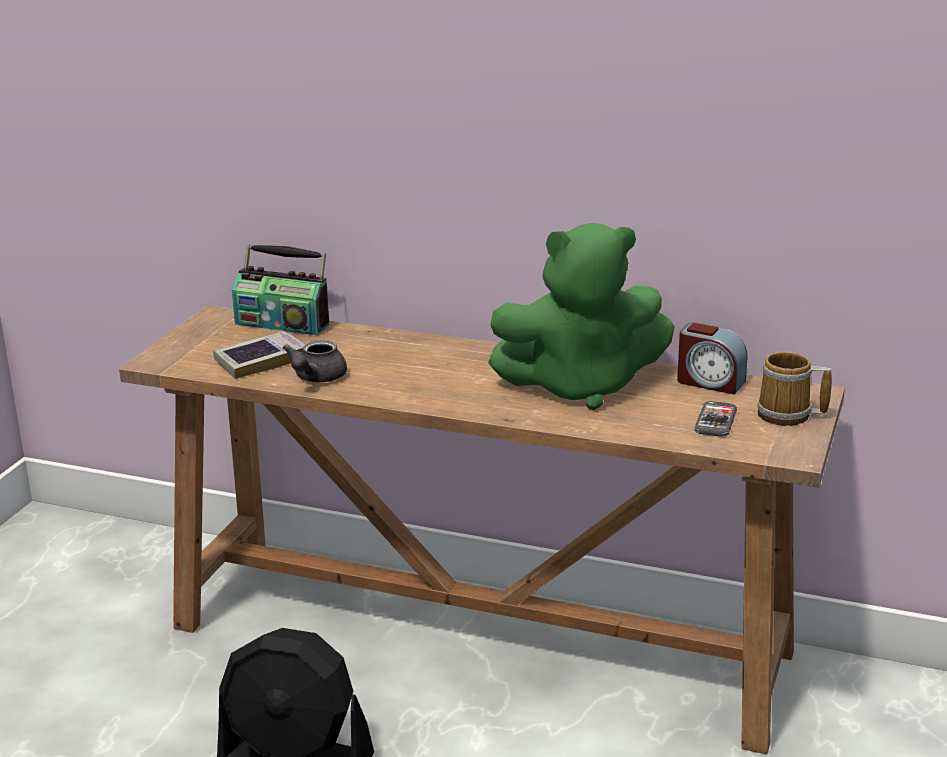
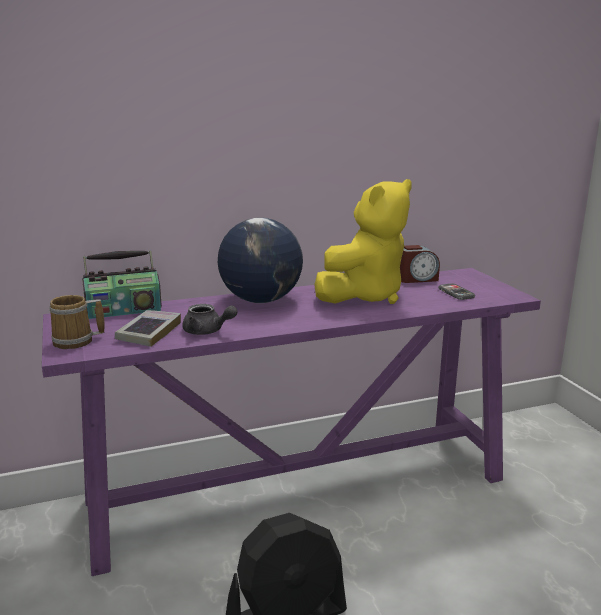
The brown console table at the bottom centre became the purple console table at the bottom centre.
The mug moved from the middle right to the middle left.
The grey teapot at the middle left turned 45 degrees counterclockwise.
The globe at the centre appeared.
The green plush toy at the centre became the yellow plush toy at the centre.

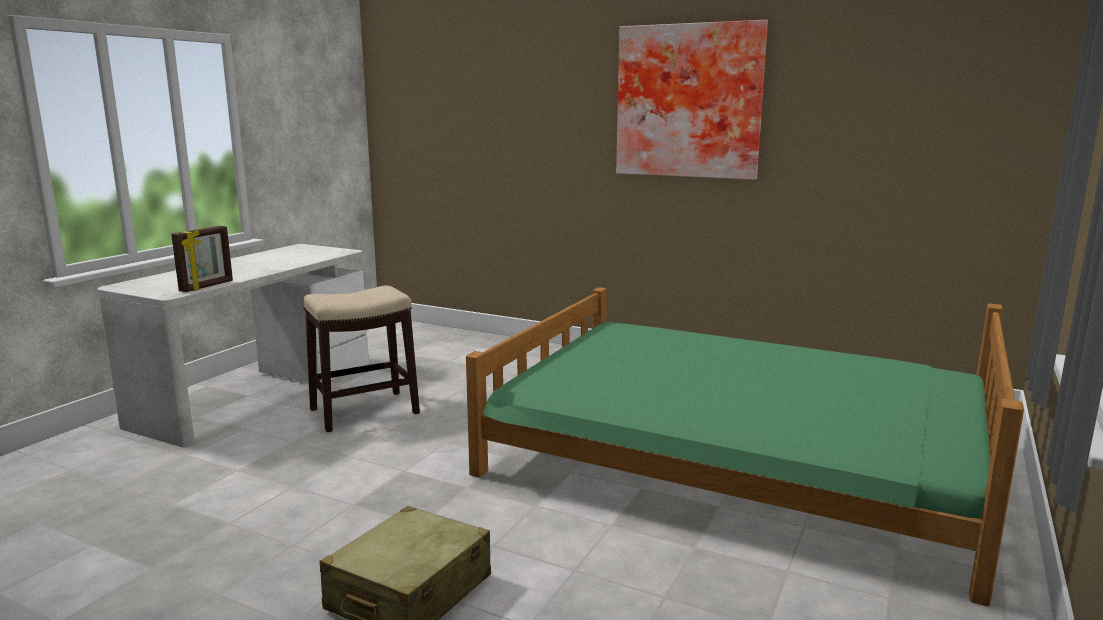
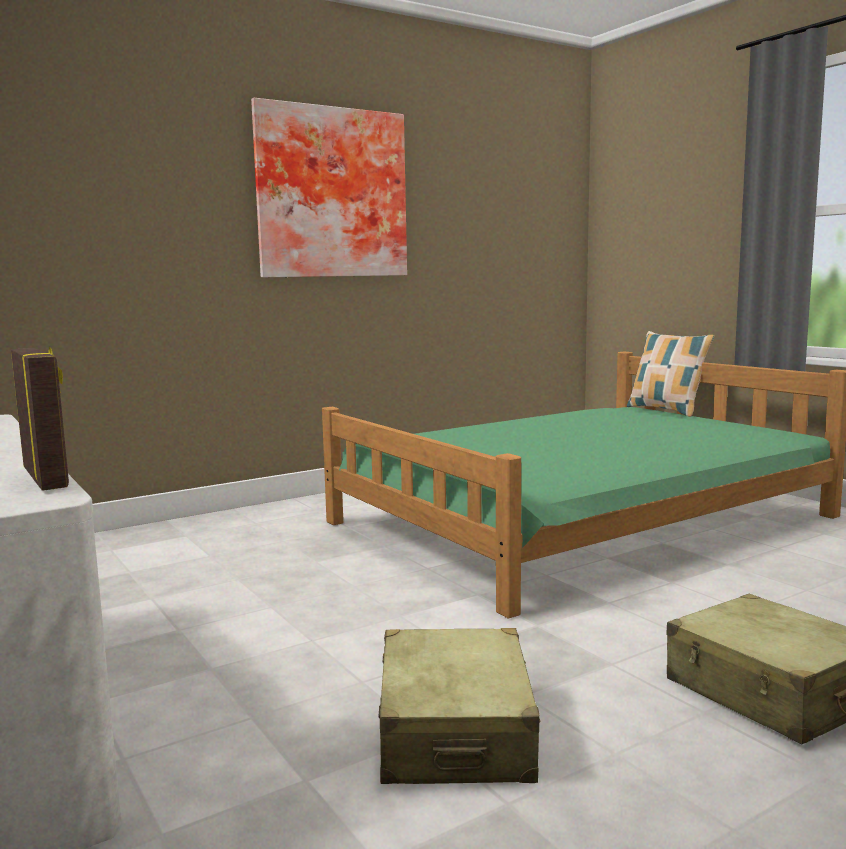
The beige suitcase (1st from left) at the bottom centre appeared.
The pillow at the middle right appeared.
The stool at the middle left disappeared.

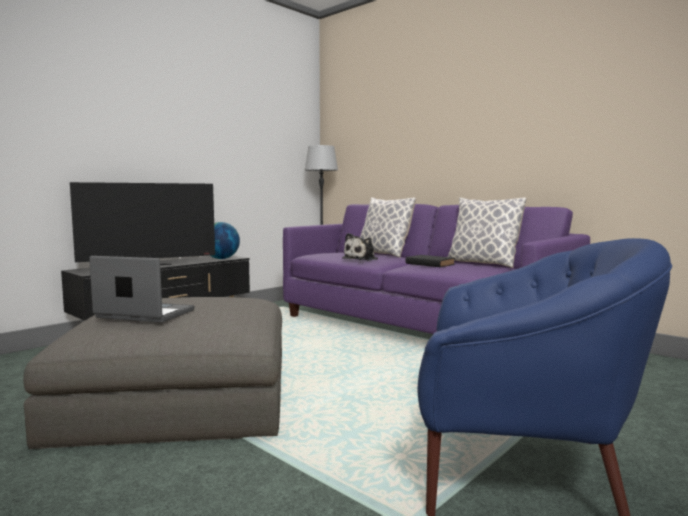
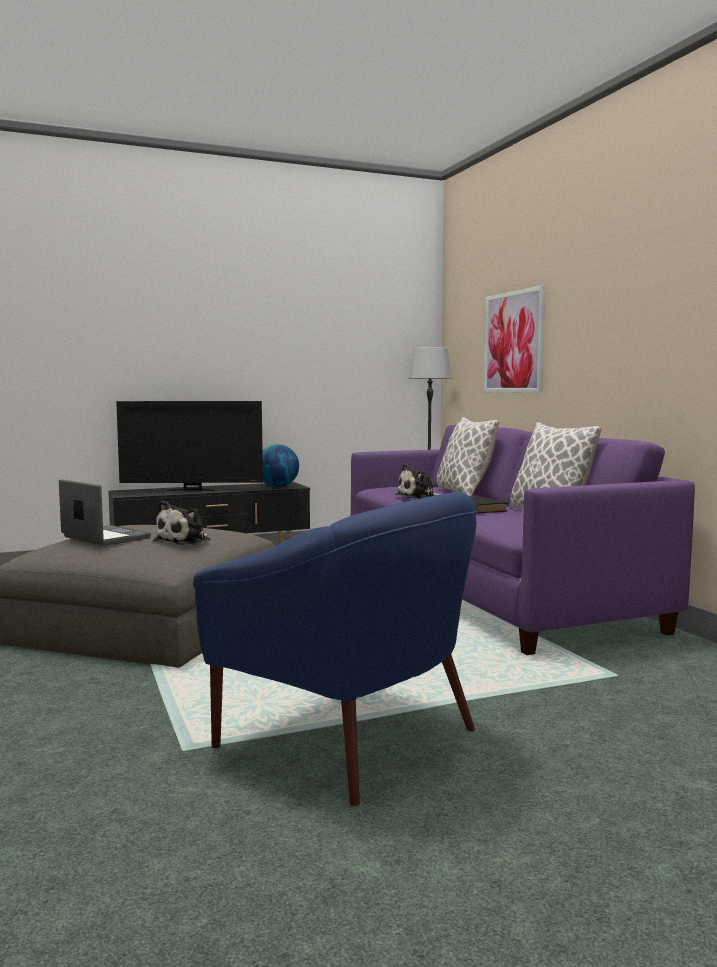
The plush toy (1st from left) at the middle left appeared.
The picture at the middle right appeared.

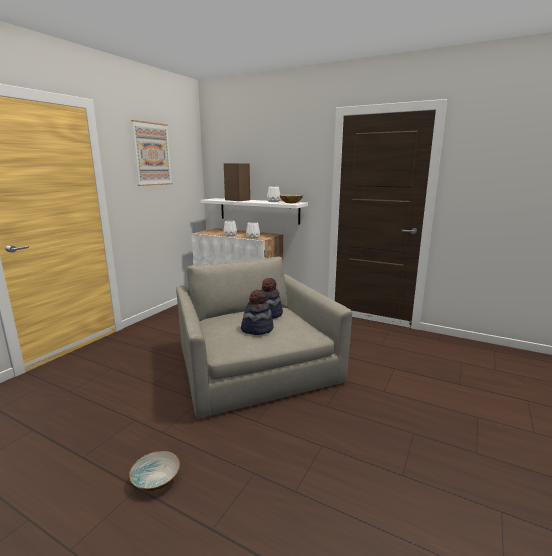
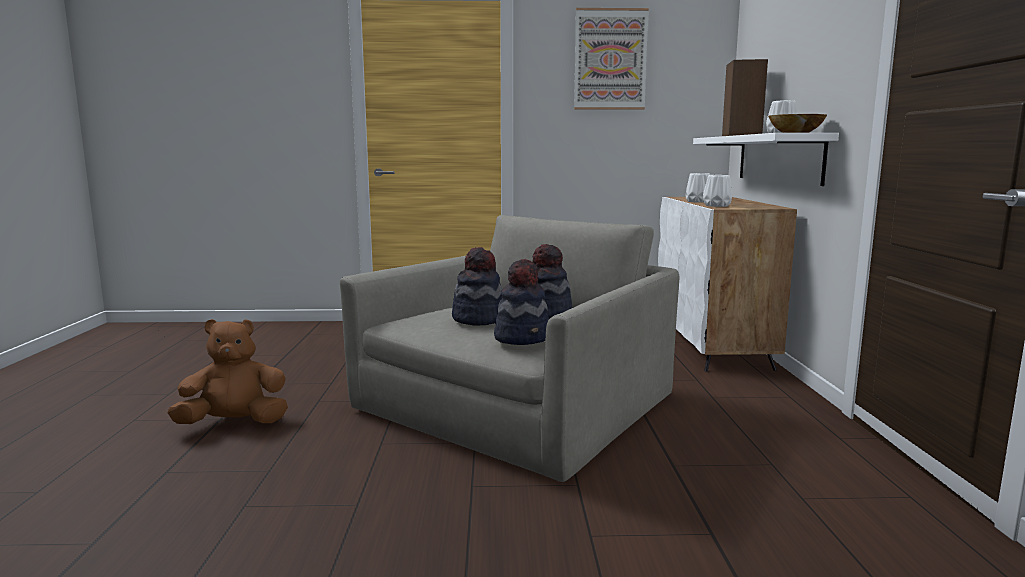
The bowl (1st from left) at the bottom left was replaced by the brown plush toy at the middle left.
The hat (2nd from left) at the centre appeared.

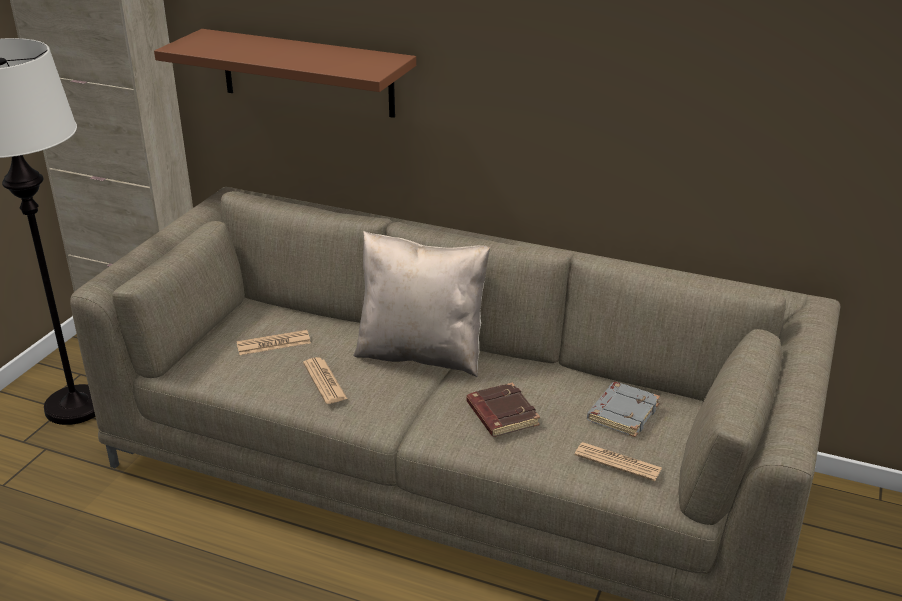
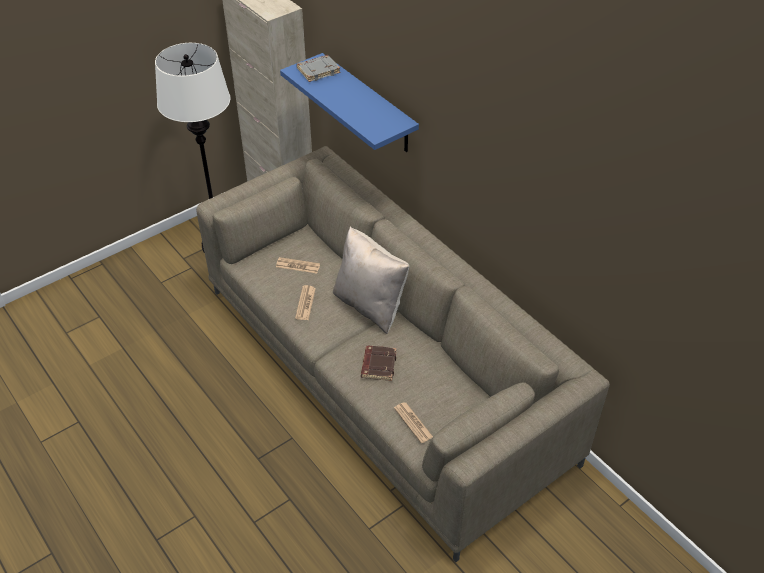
The brown shelf at the top left became the blue shelf at the top centre.
The grey book moved from the bottom right to the top centre.

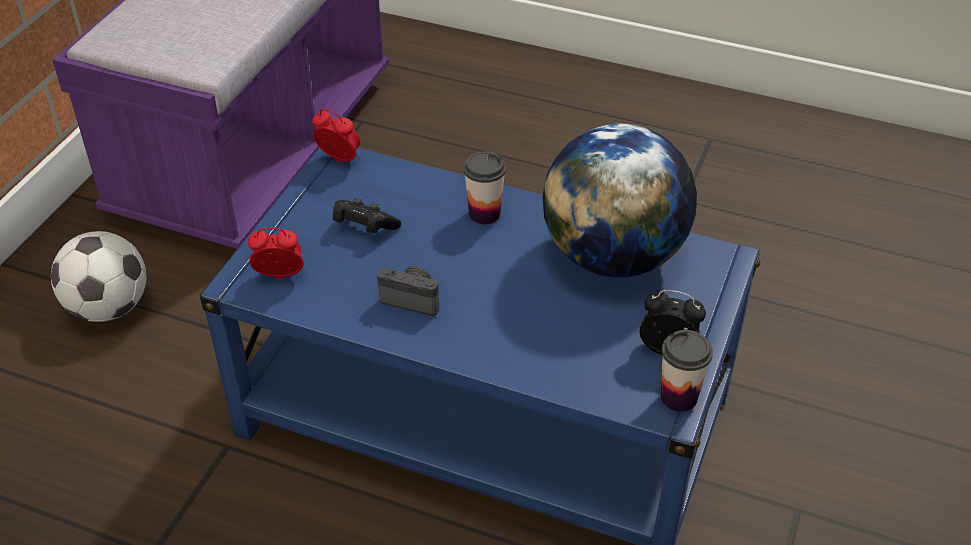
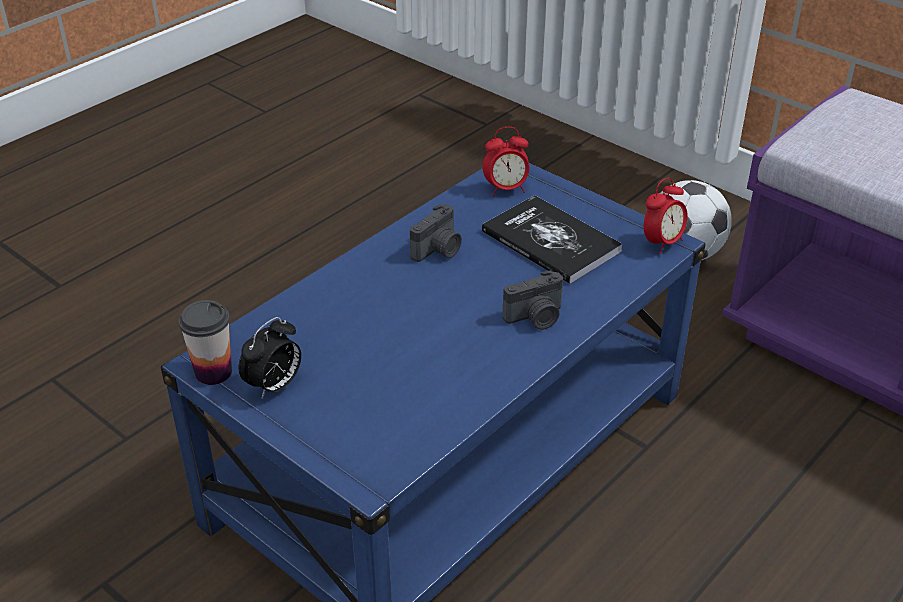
The black game controller at the centre was replaced by the book at the centre.
The alarm clock (1st from left in the first image) at the middle left turned 60 degrees clockwise.
The cup (1st from left) at the centre was replaced by the photo camera (2nd from left) at the centre.
The globe at the centre disappeared.

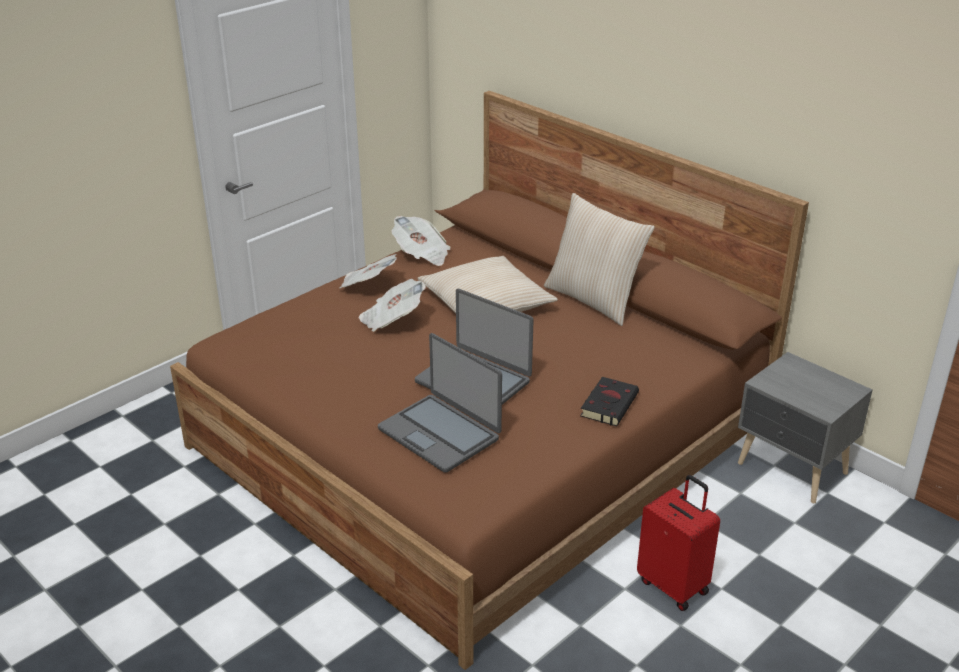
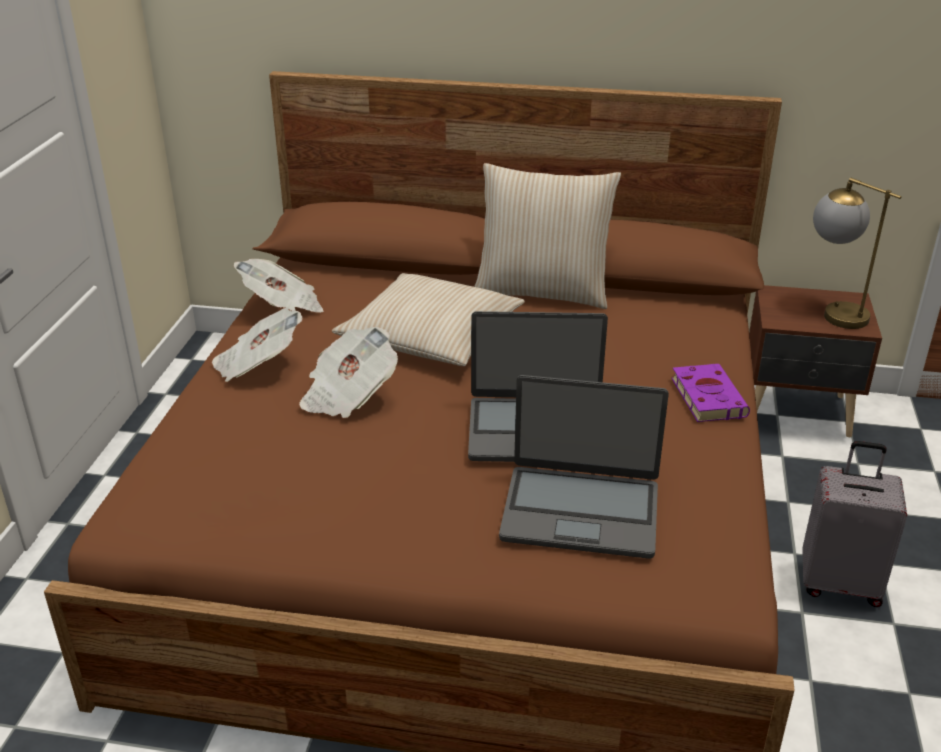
The black book at the centre became the purple book at the middle right.
The grey nightstand at the middle right became the brown nightstand at the middle right.
The red suitcase at the bottom right became the grey suitcase at the bottom right.
The table lamp at the middle right appeared.

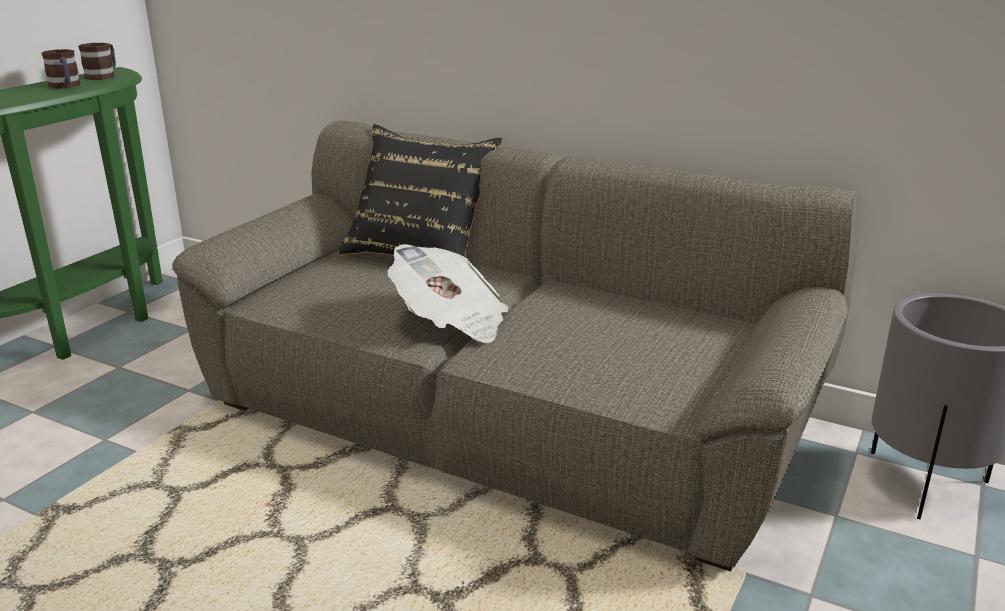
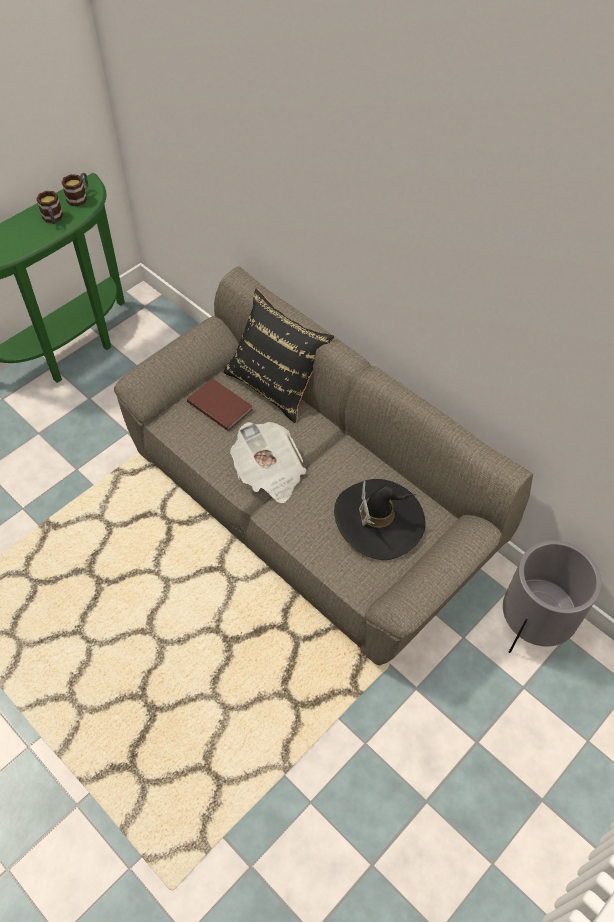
The brown book at the centre appeared.
The black hat at the centre appeared.

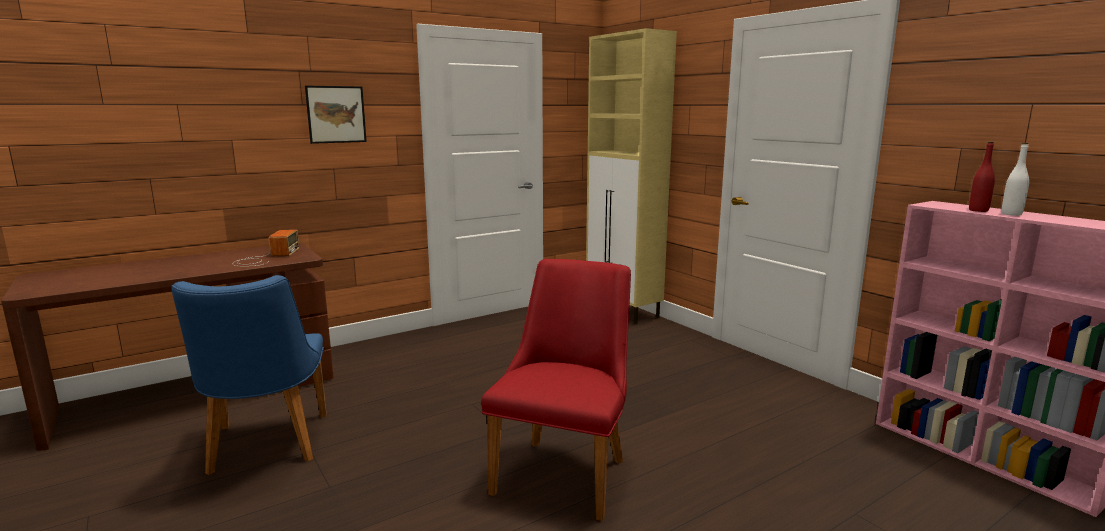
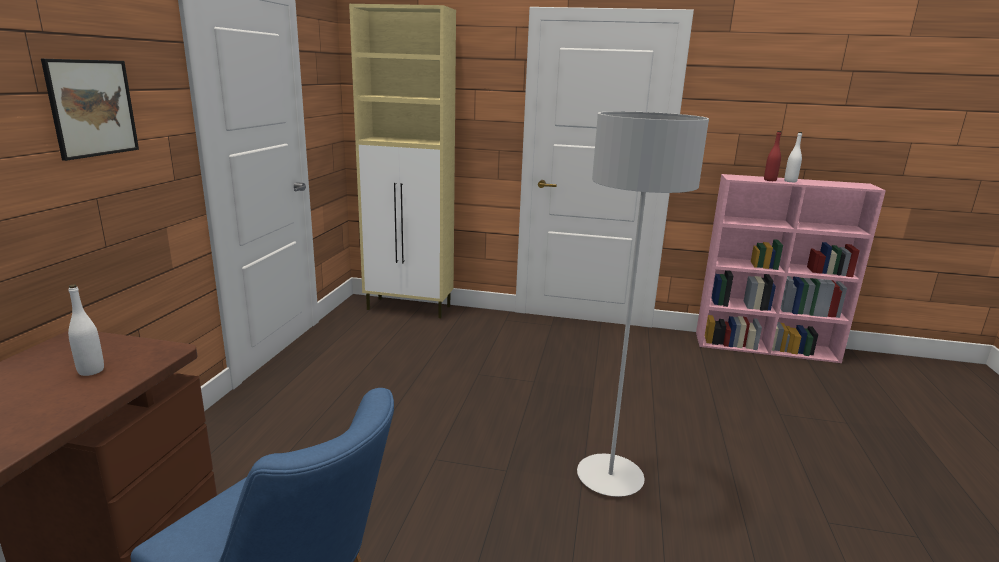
The radio at the middle left was replaced by the white bottle (1st from left) at the middle left.
The red chair at the bottom centre was replaced by the grey floor lamp at the centre.

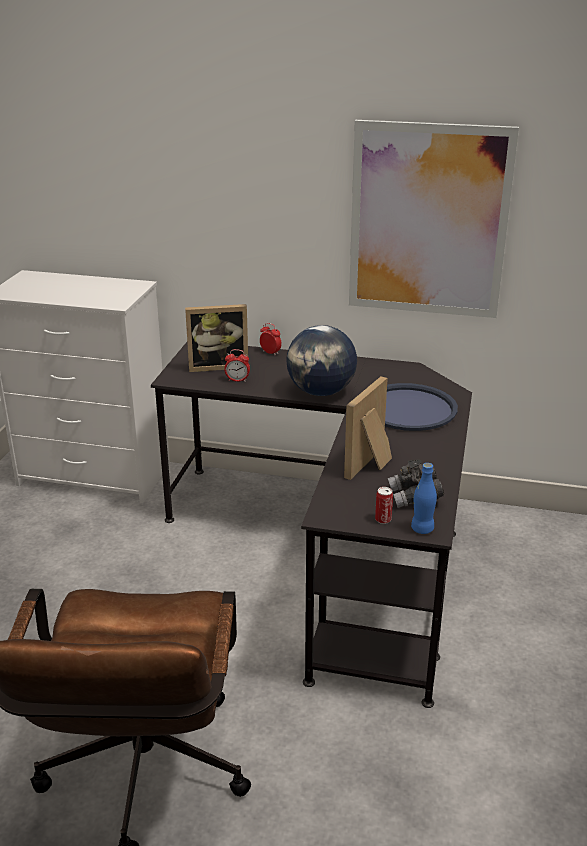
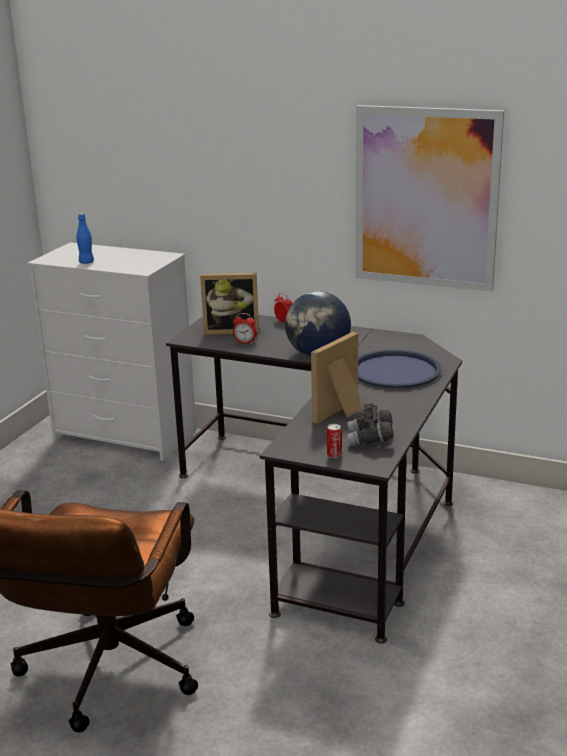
The blue bottle moved from the middle right to the top left.

